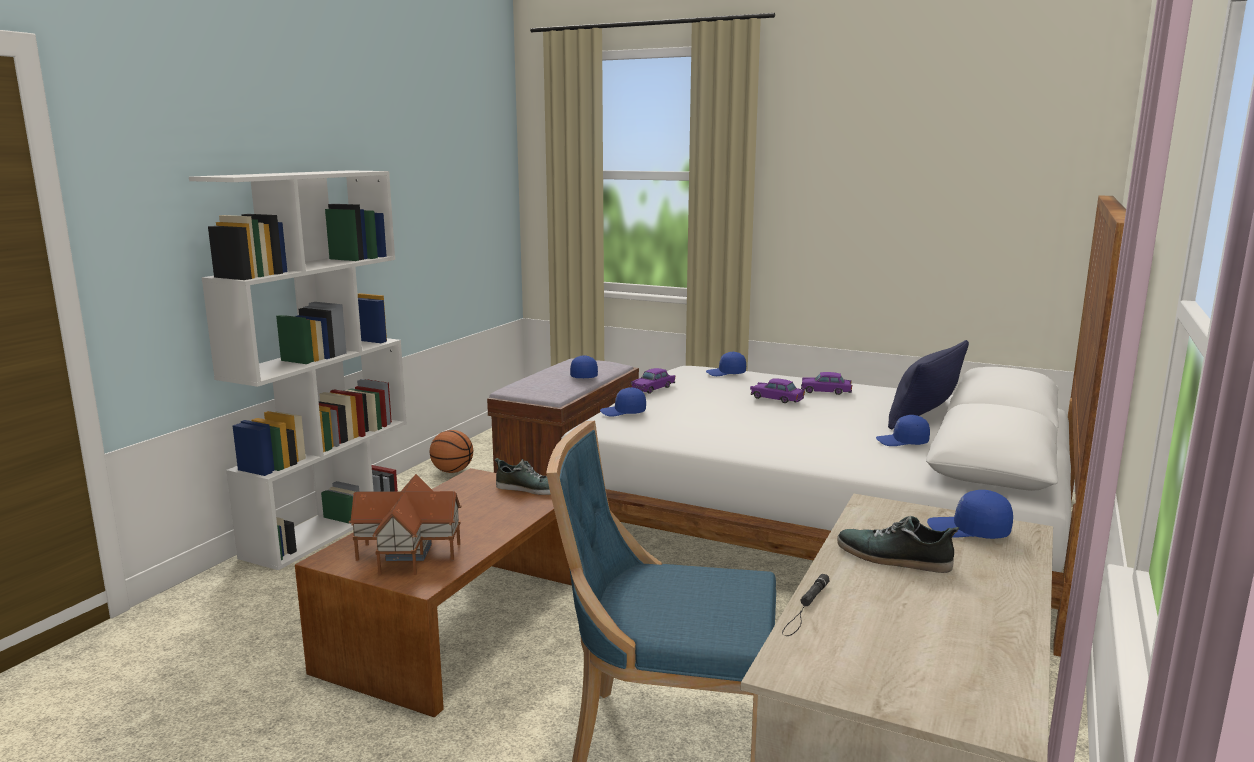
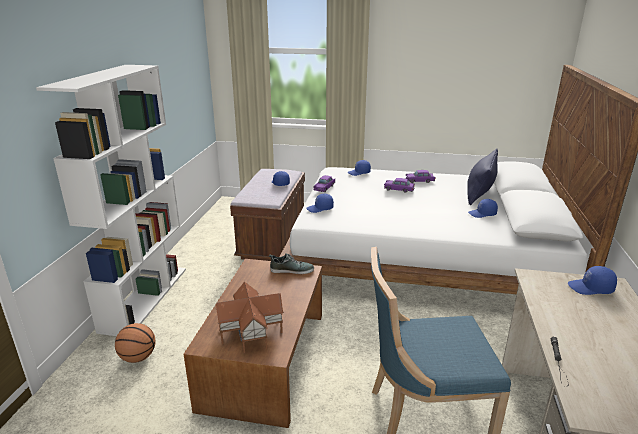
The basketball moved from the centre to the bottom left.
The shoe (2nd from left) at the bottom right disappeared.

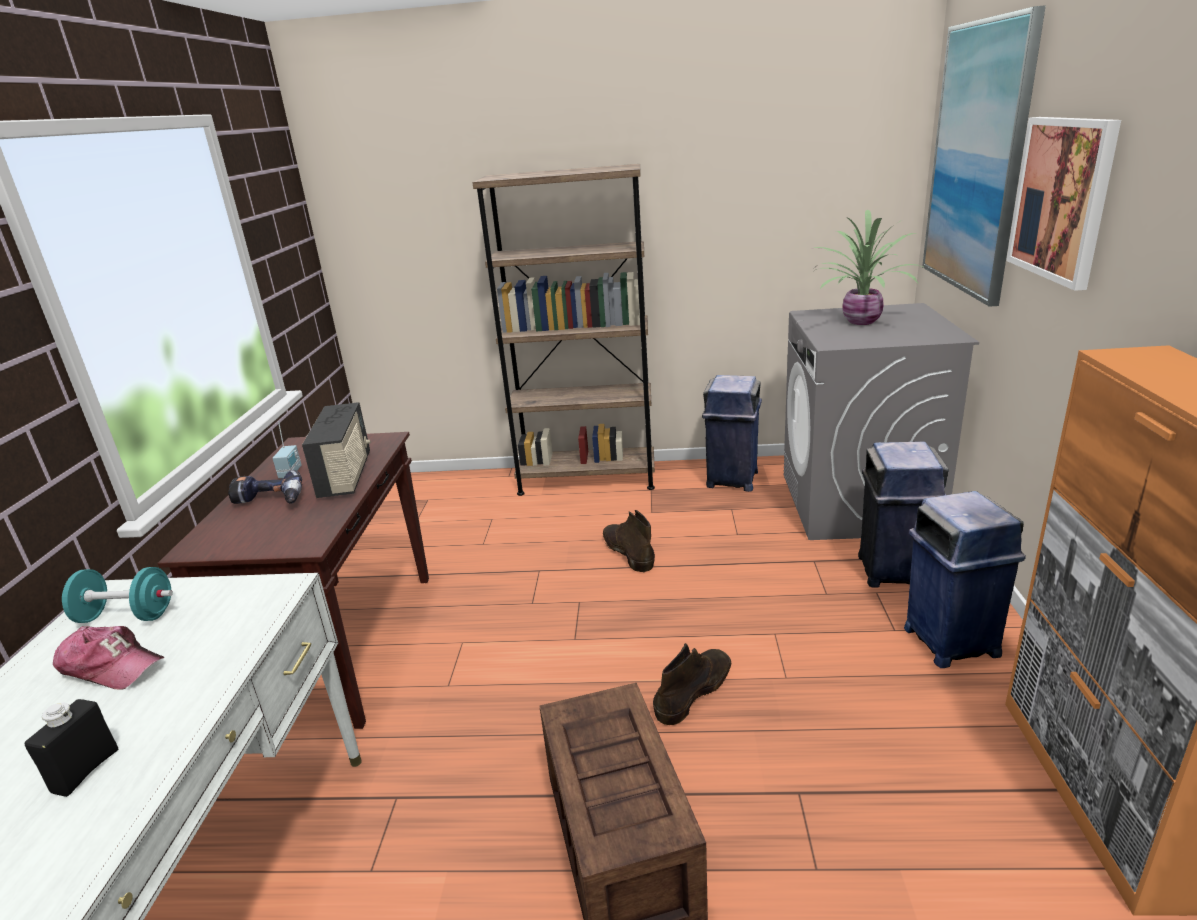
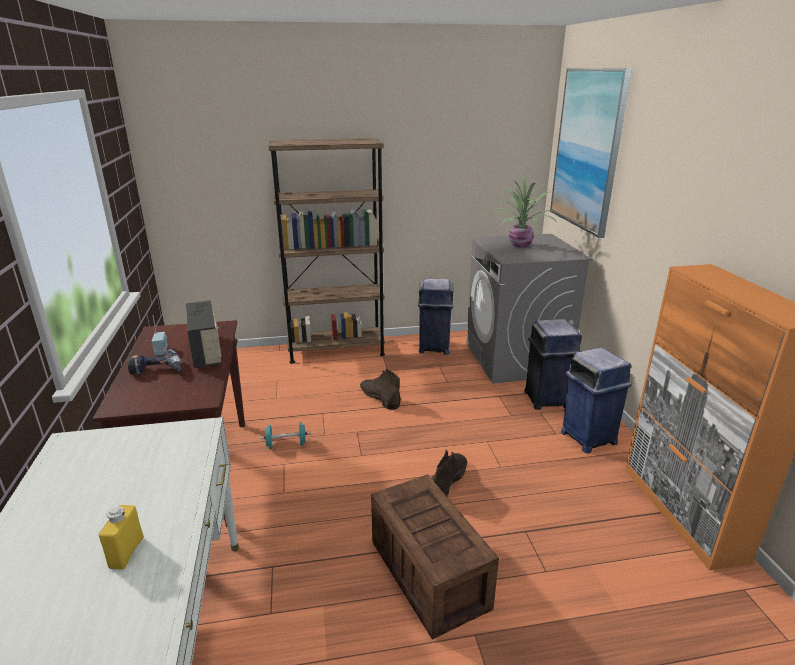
The black bottle at the bottom left became the yellow bottle at the bottom left.
The turquoise dumbbell moved from the middle left to the centre.
The cap at the bottom left disappeared.
The picture (2nd from left) at the top right disappeared.

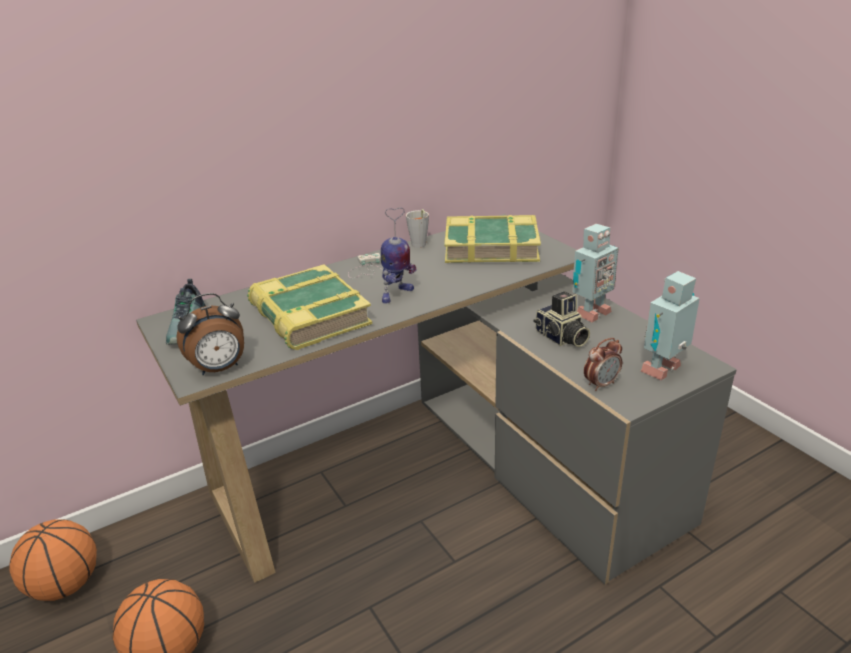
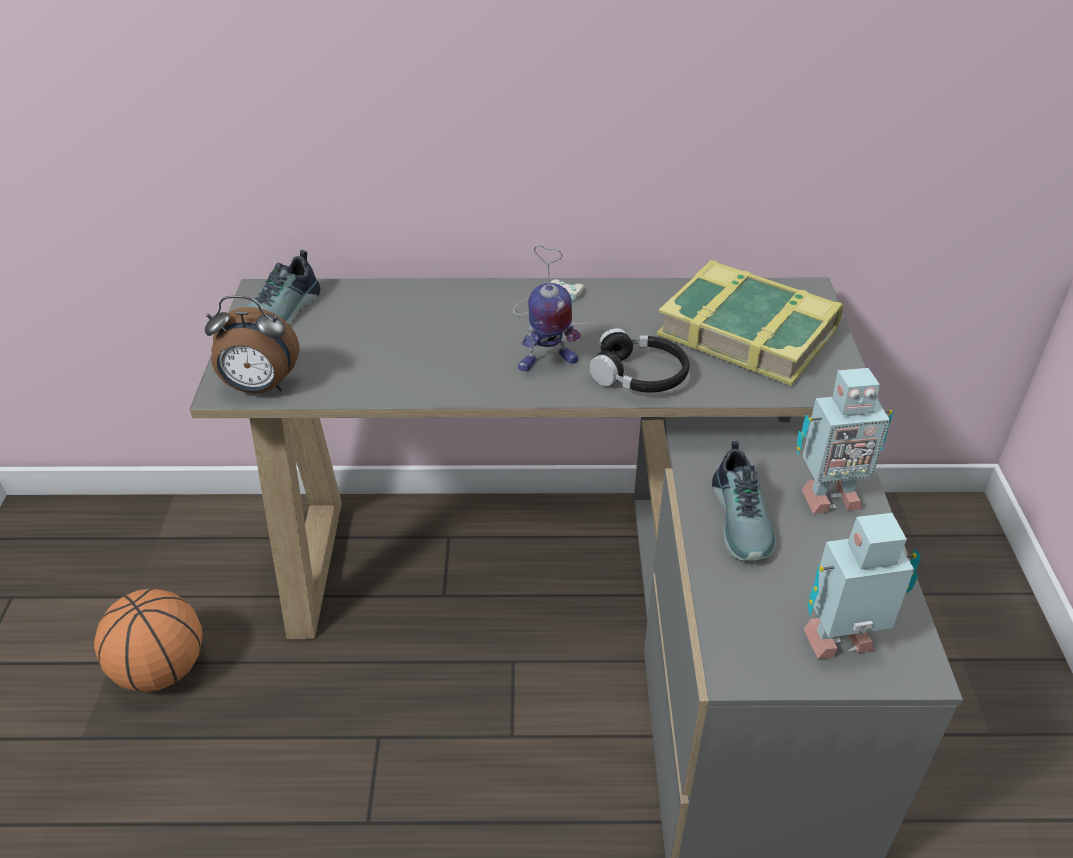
The black headphones at the centre appeared.
The photo camera at the centre was replaced by the shoe (2nd from left) at the middle right.
The basketball (1st from left) at the bottom left disappeared.
The book (1st from left) at the centre disappeared.
The grey cup at the centre disappeared.
The alarm clock (2nd from left) at the middle right disappeared.

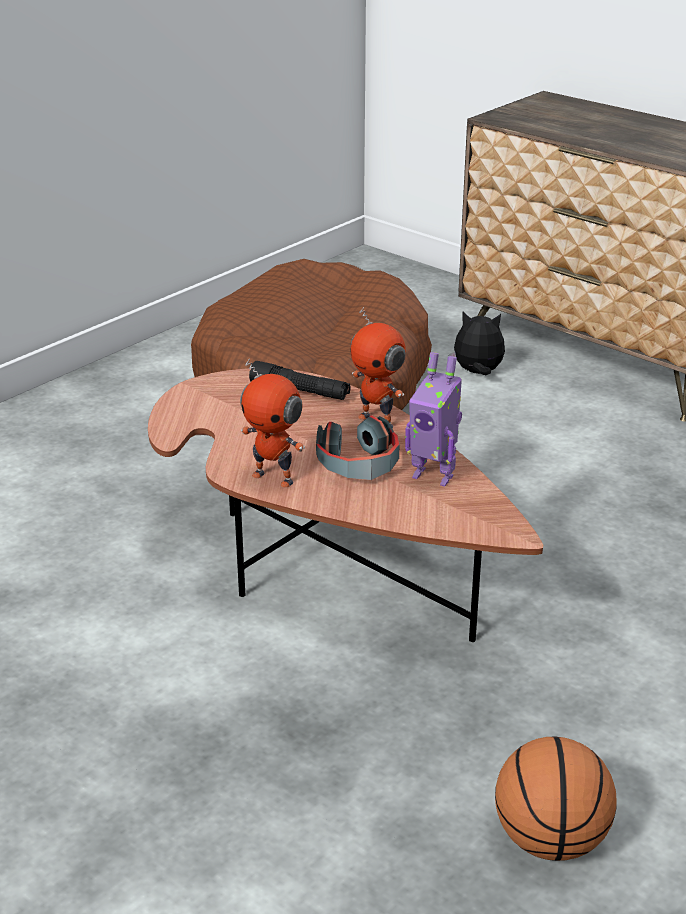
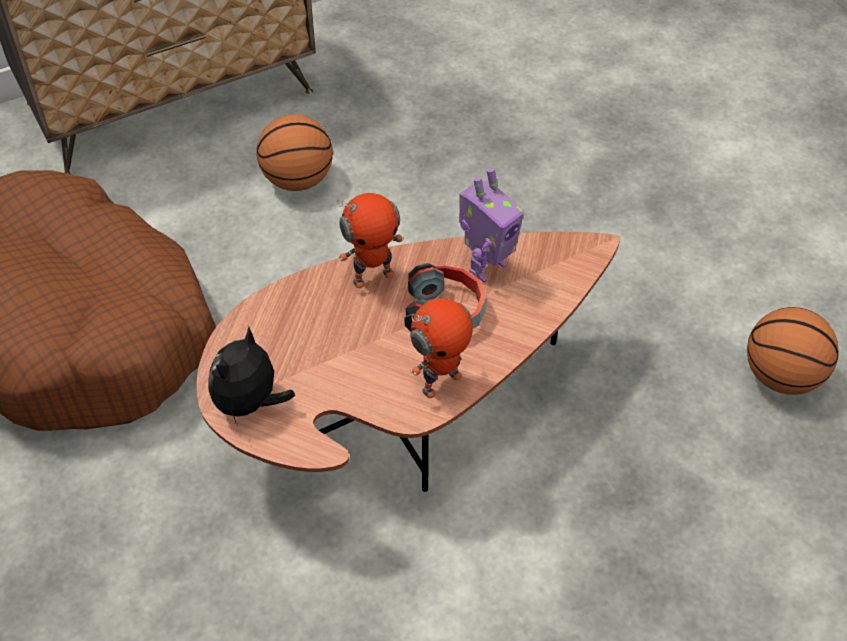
The plush toy moved from the middle right to the middle left.
The basketball (1st from left) at the top centre appeared.
The black flashlight at the centre disappeared.

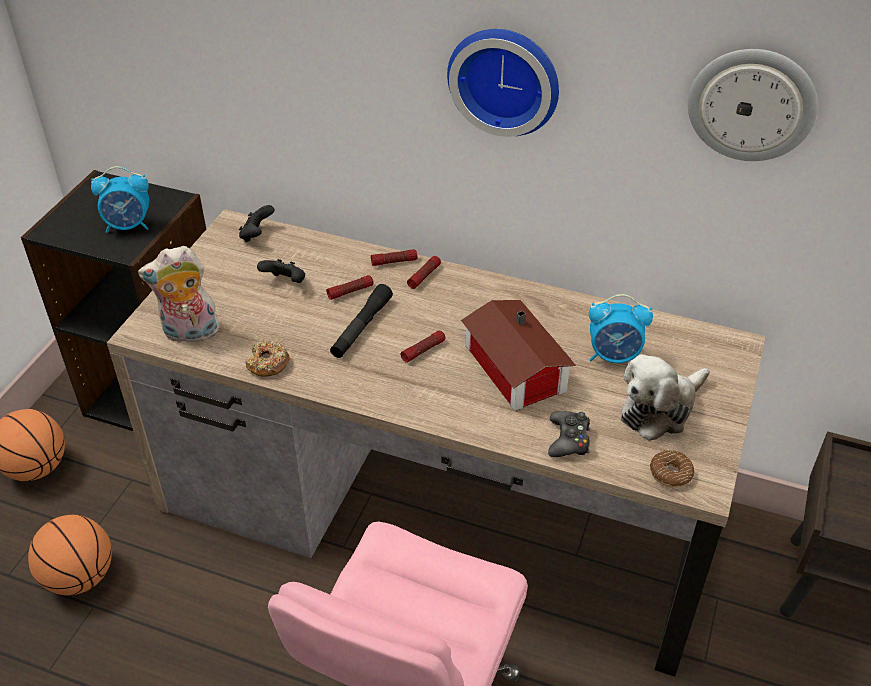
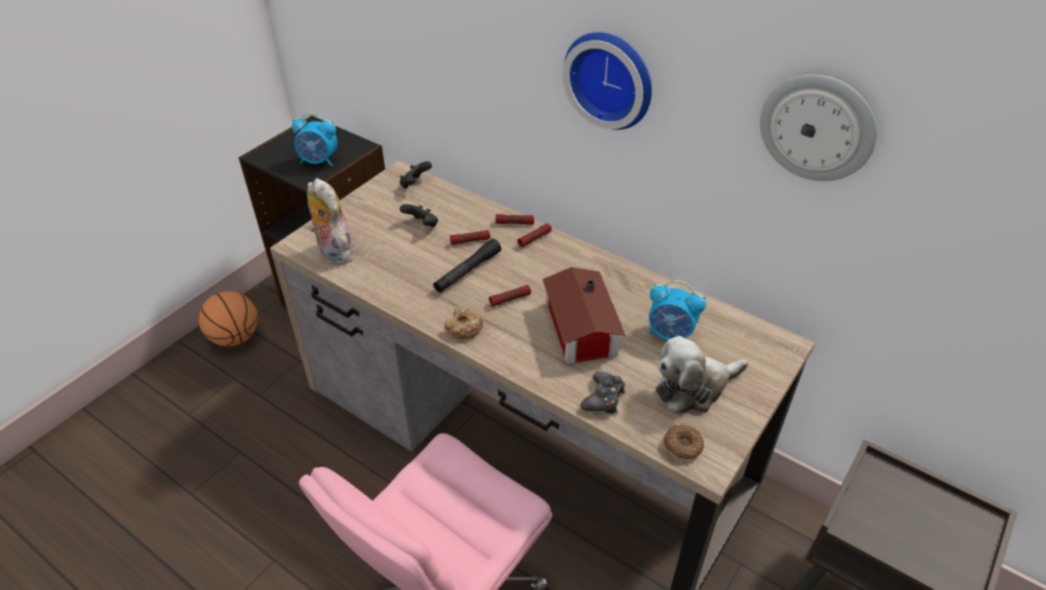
The plush toy (1st from left) at the middle left turned 45 degrees clockwise.
The donut (1st from left) moved from the middle left to the centre.
The basketball (2nd from left) at the bottom left disappeared.

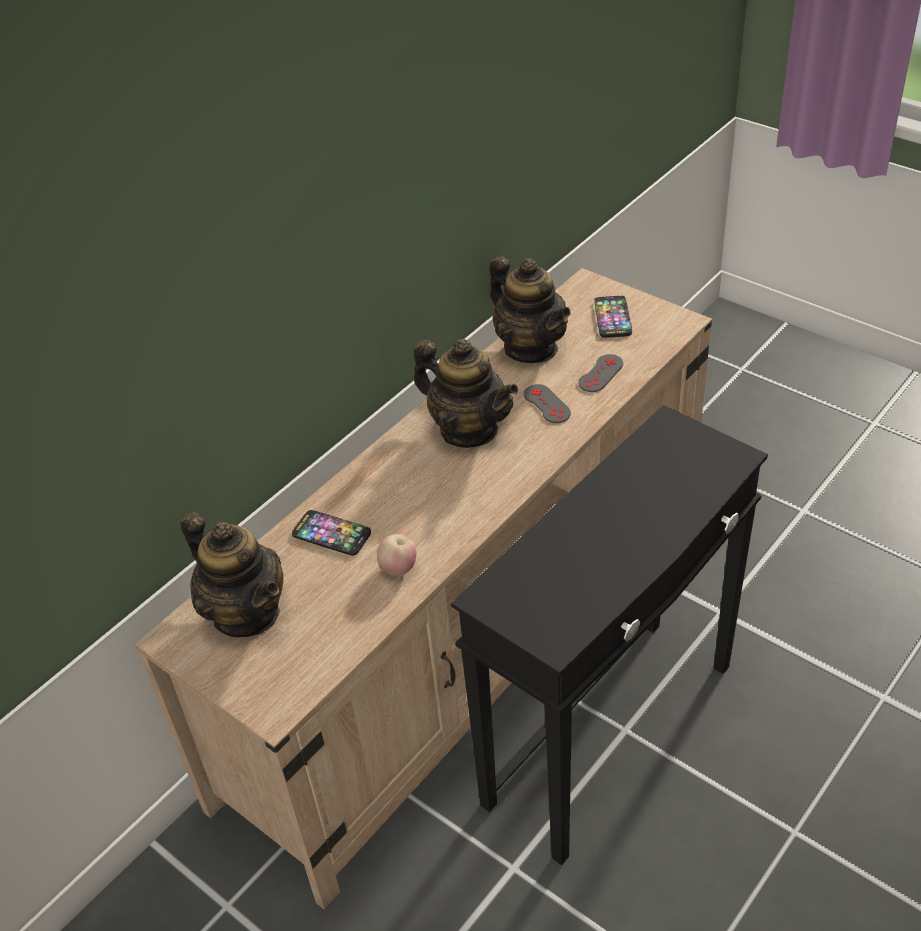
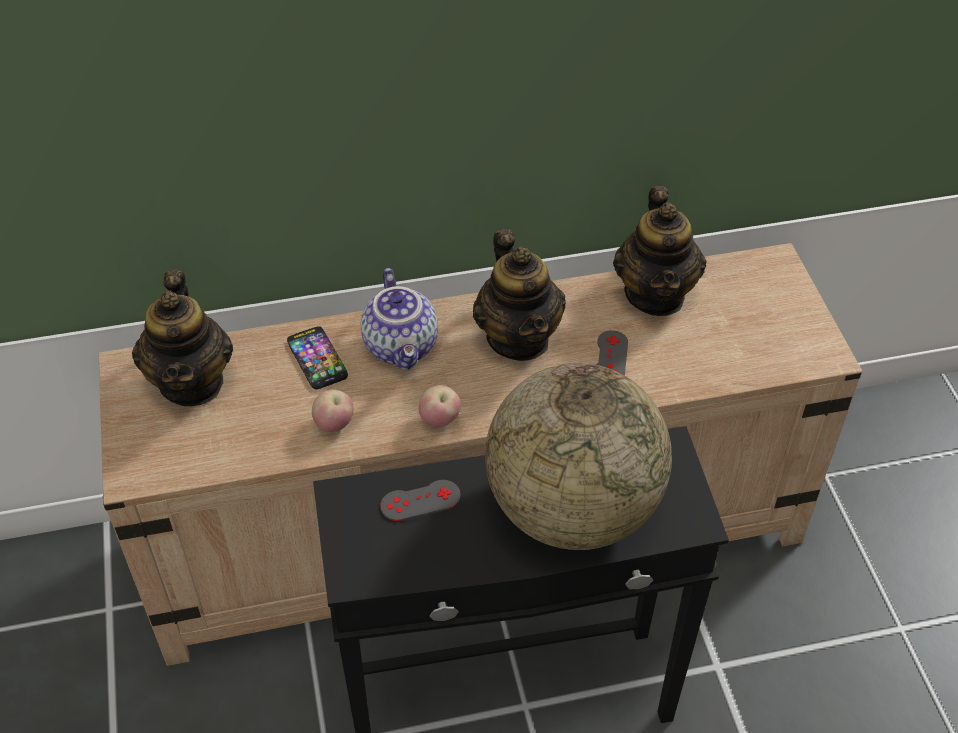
The teapot (2nd from left) at the centre appeared.
The grey game controller (2nd from left in the first image) moved from the centre to the bottom centre.
The apple (2nd from left) at the centre appeared.
The globe at the centre appeared.
The phone (2nd from left) at the centre disappeared.

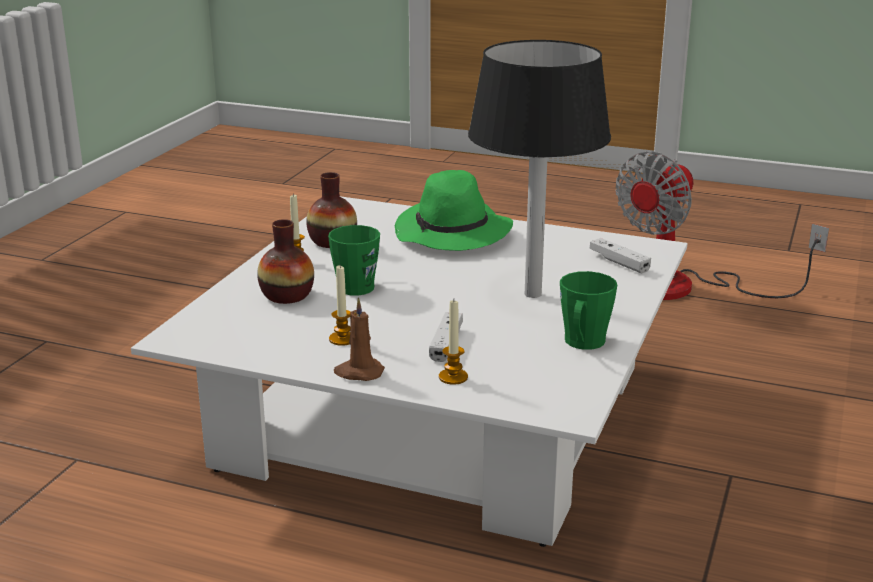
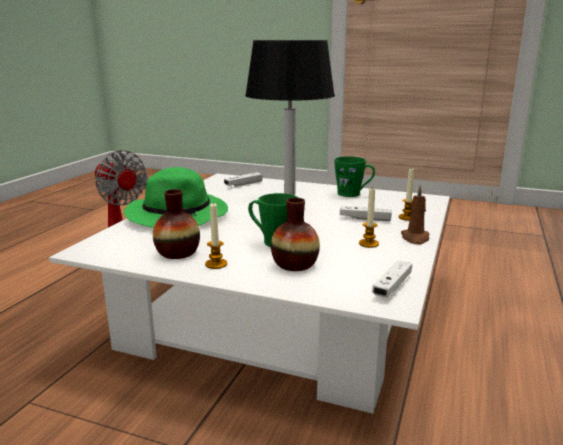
The white game controller (3rd from left) at the middle right appeared.

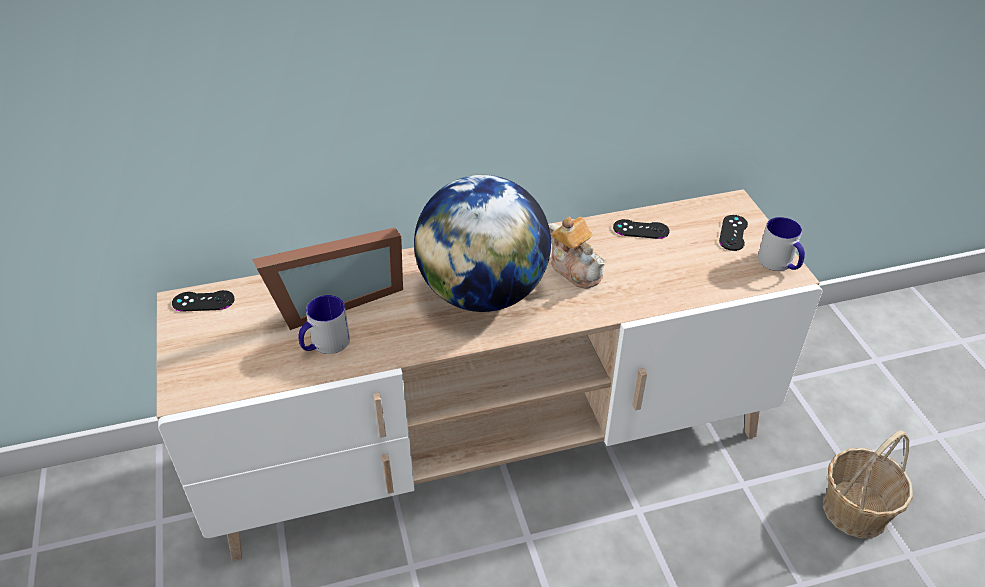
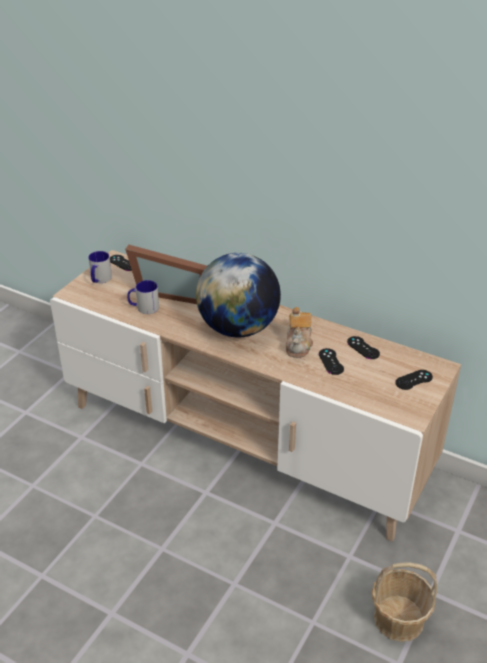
The mug (2nd from left in the first image) moved from the middle right to the middle left.
The black game controller (2nd from left) at the middle right appeared.

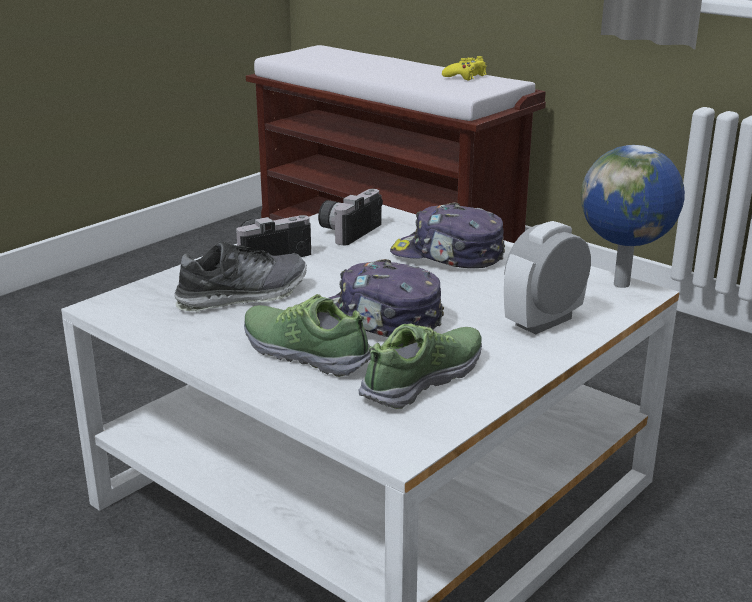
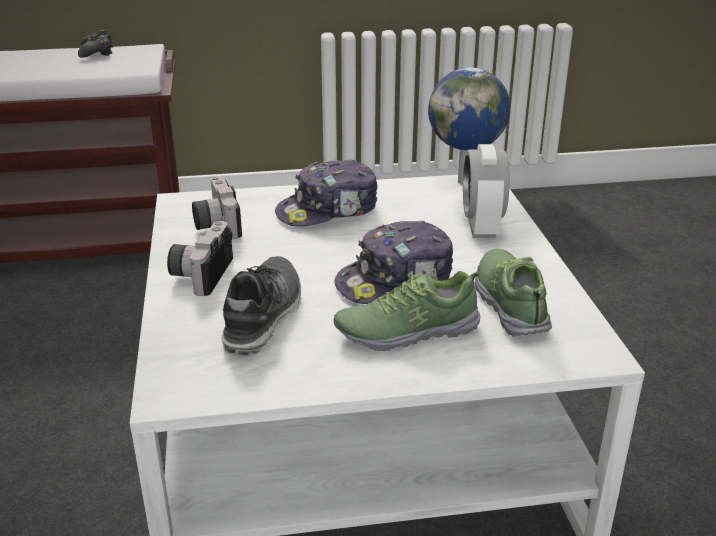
The yellow game controller at the top centre became the black game controller at the top left.

